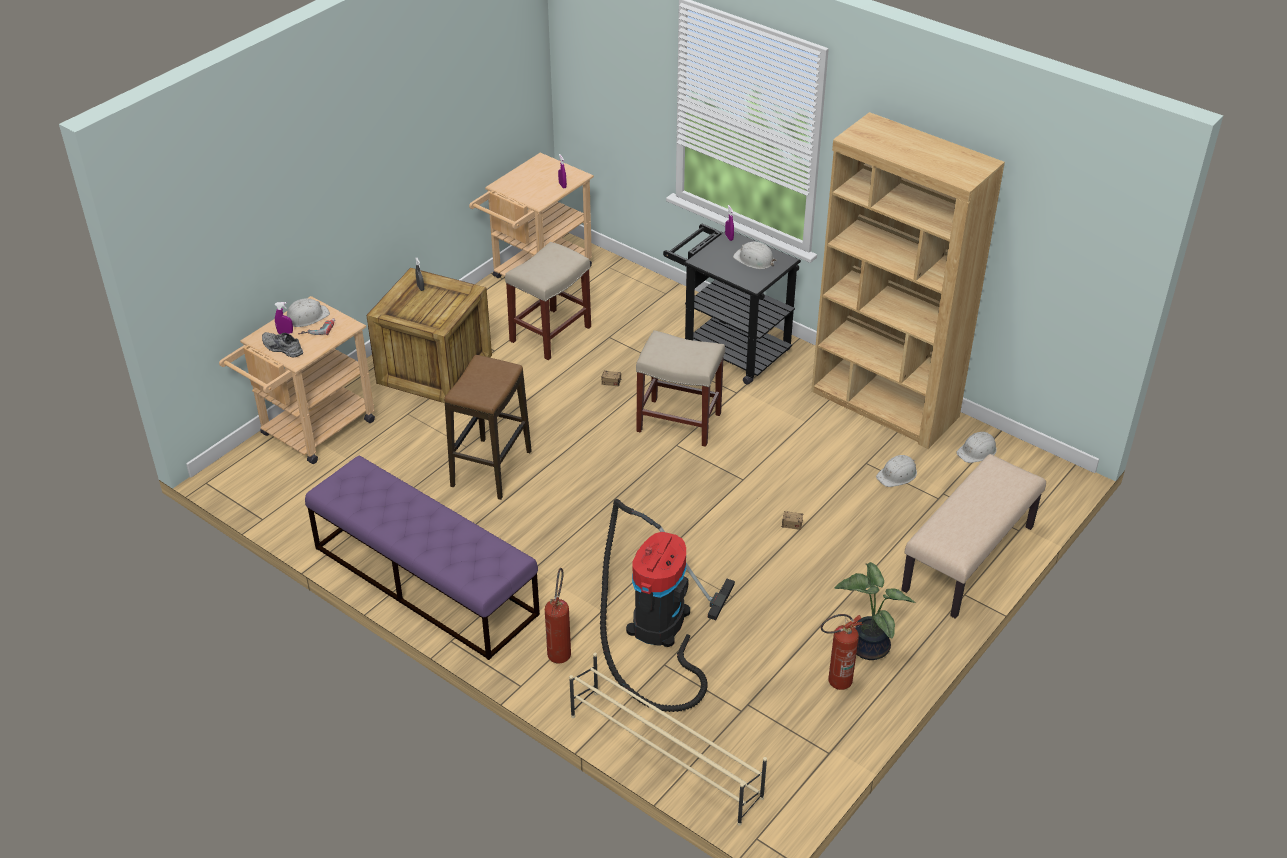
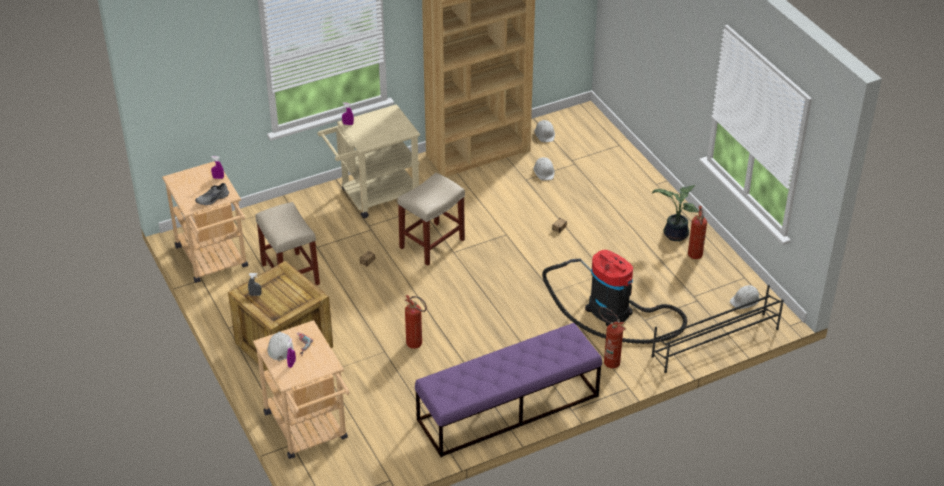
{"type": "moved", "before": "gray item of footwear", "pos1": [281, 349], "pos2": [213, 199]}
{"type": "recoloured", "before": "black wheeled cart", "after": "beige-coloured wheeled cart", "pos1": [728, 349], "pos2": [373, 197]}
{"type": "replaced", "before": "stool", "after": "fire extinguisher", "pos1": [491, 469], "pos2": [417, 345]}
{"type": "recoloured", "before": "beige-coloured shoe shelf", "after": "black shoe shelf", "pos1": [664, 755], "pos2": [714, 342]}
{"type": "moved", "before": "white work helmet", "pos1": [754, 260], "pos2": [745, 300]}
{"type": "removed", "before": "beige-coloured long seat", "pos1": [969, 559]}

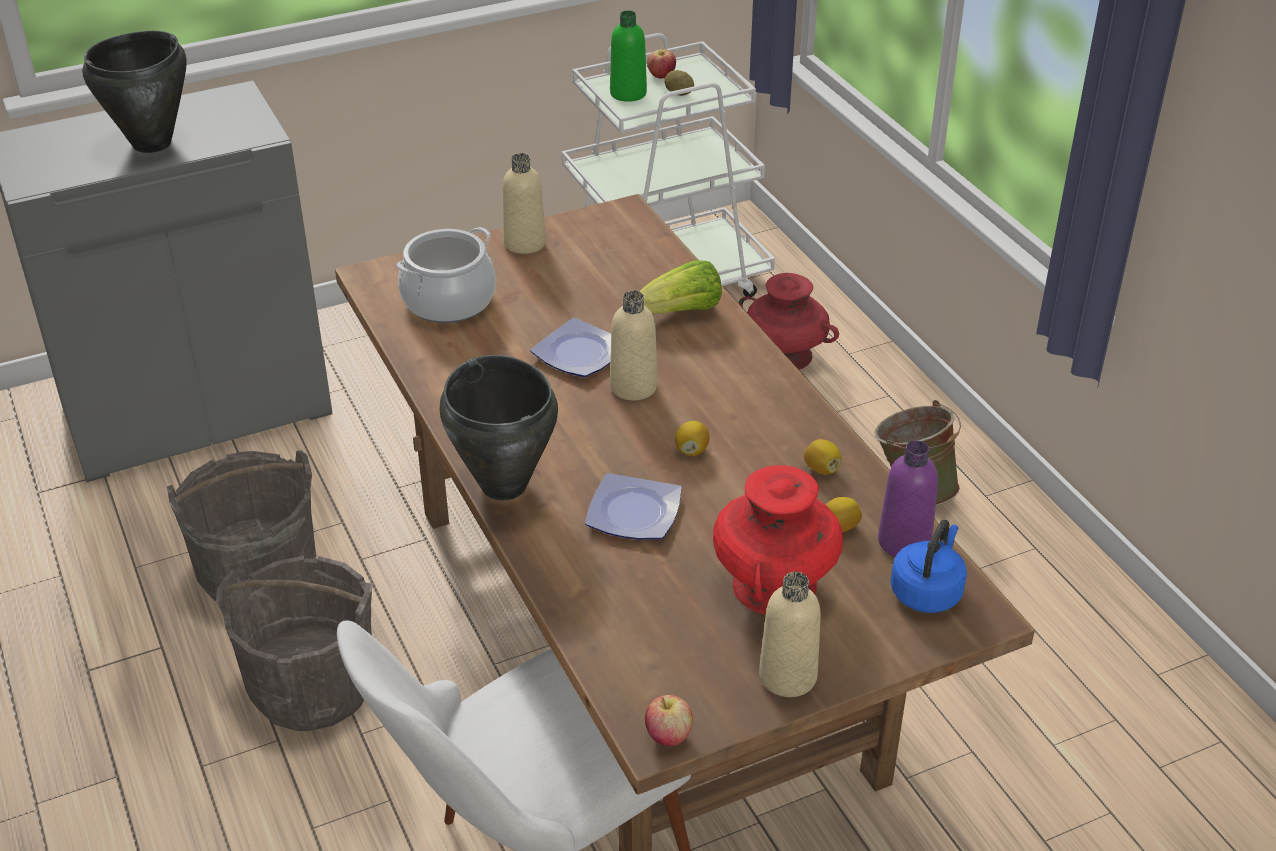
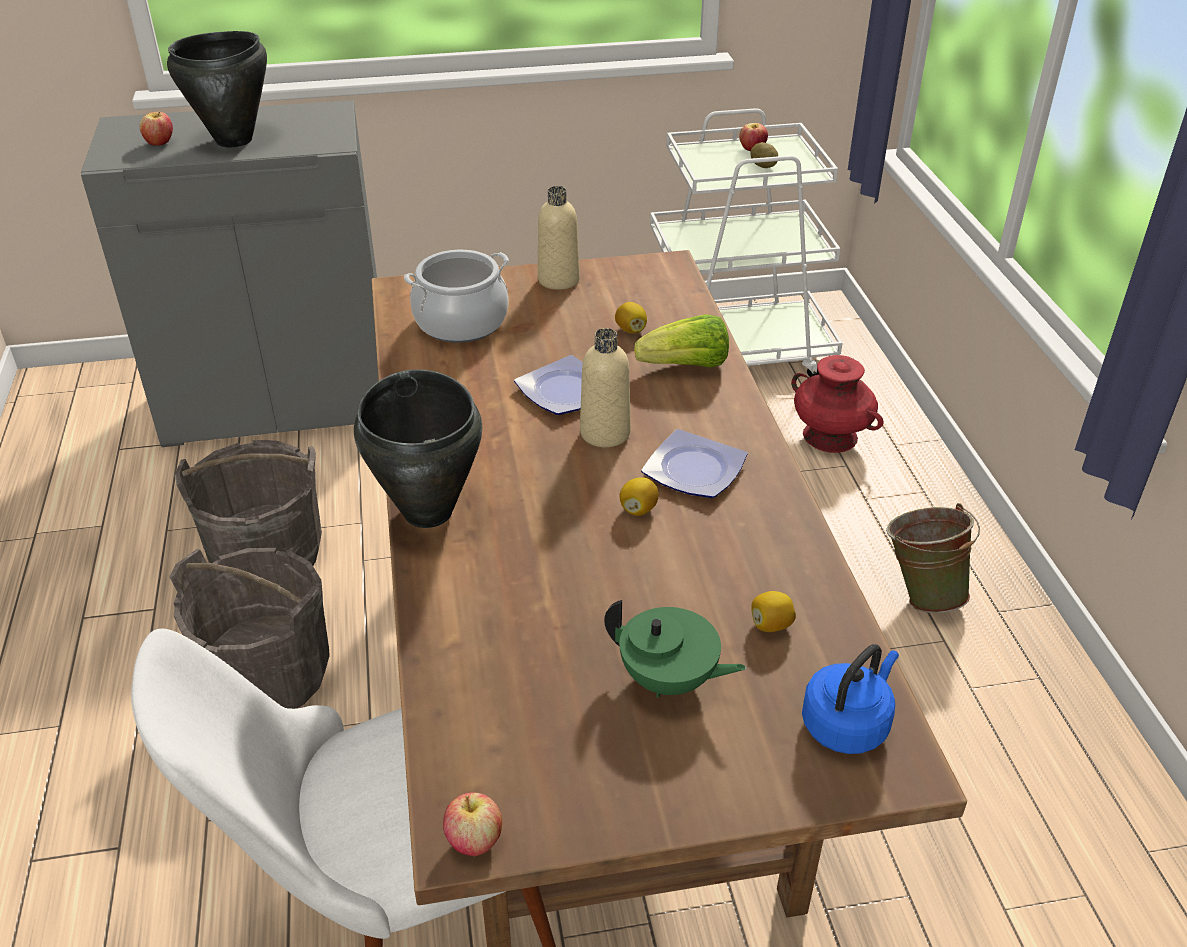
{"type": "added", "after": "apple", "pos2": [160, 143]}
{"type": "replaced", "before": "red-coloured vase", "after": "green pot for tea", "pos1": [774, 586], "pos2": [669, 680]}
{"type": "moved", "before": "lemon", "pos1": [821, 469], "pos2": [631, 330]}
{"type": "moved", "before": "flat dish", "pos1": [635, 512], "pos2": [696, 470]}
{"type": "removed", "before": "green bottle", "pos1": [628, 93]}
{"type": "removed", "before": "beige-coloured bottle", "pos1": [788, 676]}
{"type": "removed", "before": "purple-coloured bottle", "pos1": [904, 542]}

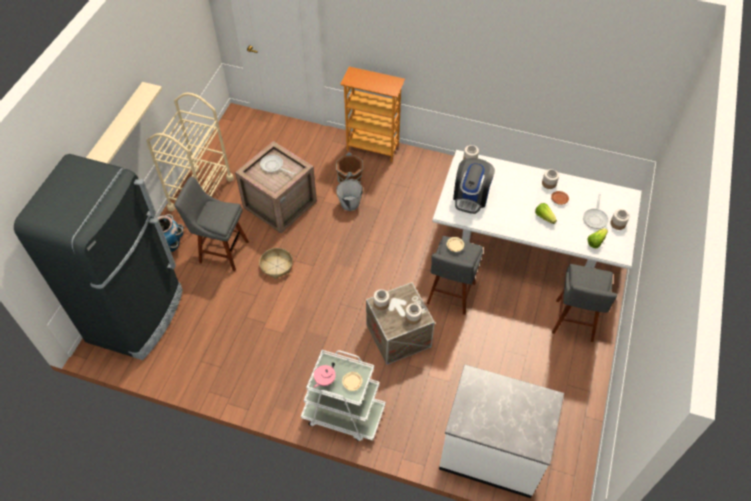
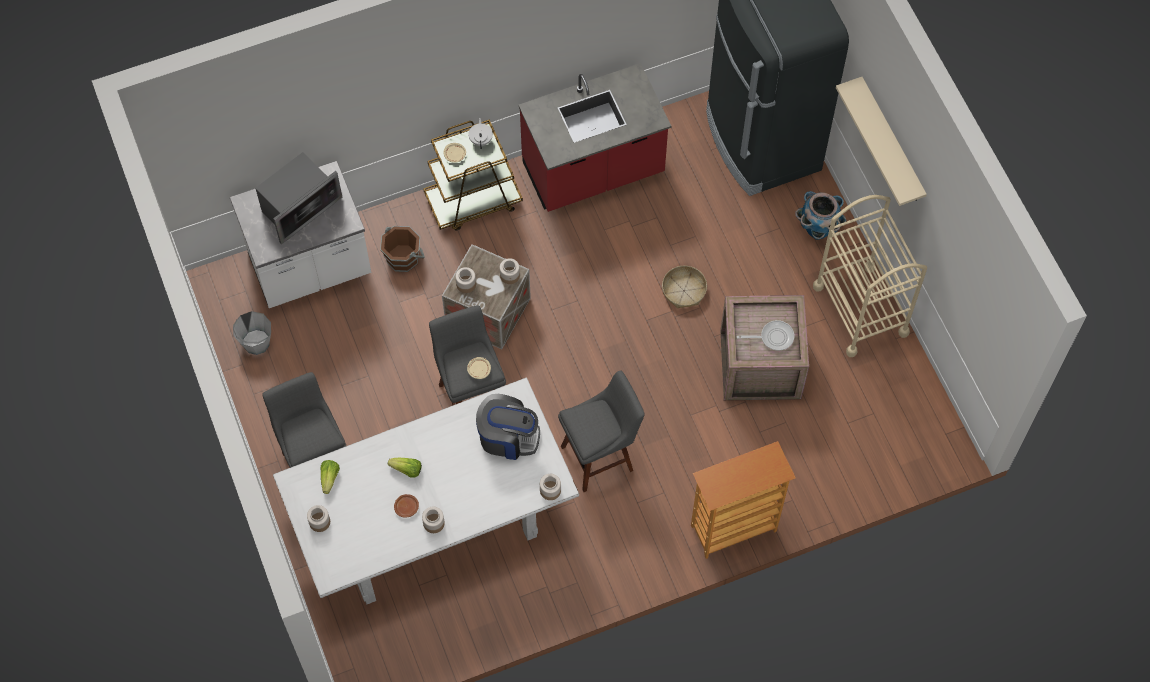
{"type": "moved", "before": "gray pail", "pos1": [350, 203], "pos2": [256, 342]}
{"type": "added", "after": "microwave", "pos2": [299, 207]}
{"type": "moved", "before": "brown pail", "pos1": [349, 179], "pos2": [403, 257]}
{"type": "recoloured", "before": "white wheeled cart", "after": "brown wheeled cart", "pos1": [343, 414], "pos2": [474, 201]}
{"type": "recoloured", "before": "pinkish pot for tea", "after": "white pot for tea", "pos1": [324, 380], "pos2": [481, 140]}
{"type": "turned", "before": "coffee maker", "pos1": [471, 196], "pos2": [507, 437], "turn": 120}
{"type": "added", "after": "red-coloured counter", "pos2": [593, 171]}
{"type": "moved", "before": "gray stool", "pos1": [221, 251], "pos2": [600, 457]}
{"type": "removed", "before": "pan", "pos1": [595, 218]}

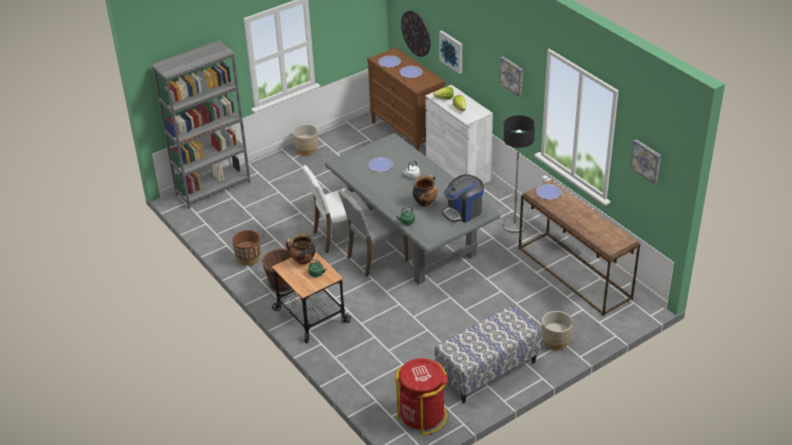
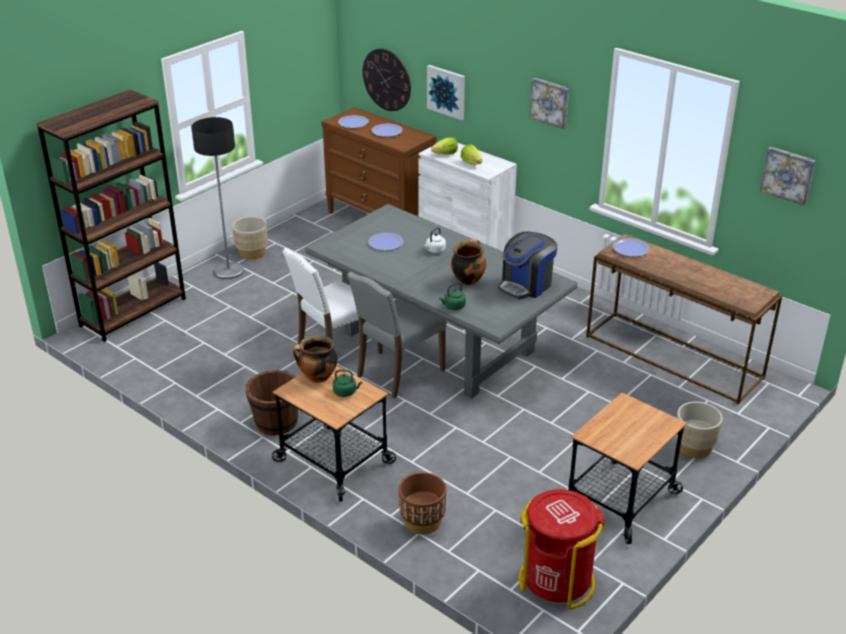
{"type": "recoloured", "before": "gray bookcase", "after": "brown bookcase", "pos1": [213, 188], "pos2": [133, 312]}
{"type": "moved", "before": "standard lamp", "pos1": [514, 225], "pos2": [229, 271]}
{"type": "moved", "before": "brown flower pot", "pos1": [249, 258], "pos2": [422, 521]}
{"type": "replaced", "before": "long seat", "after": "wheeled cart", "pos1": [487, 371], "pos2": [621, 500]}

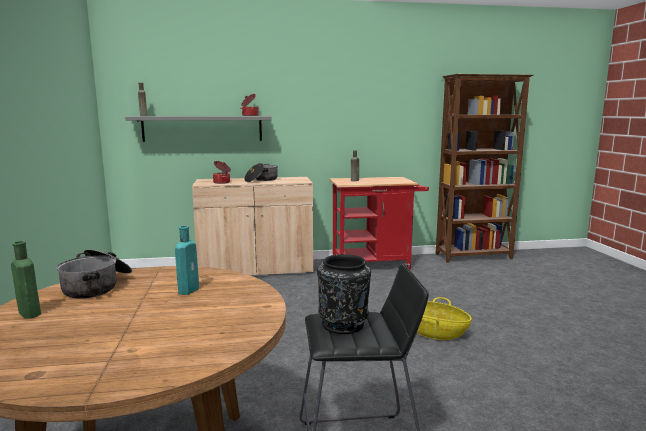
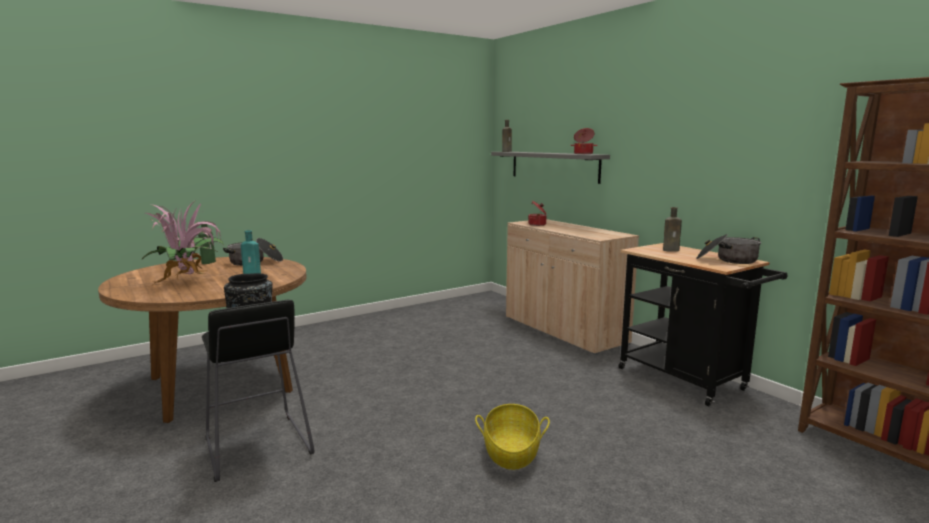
{"type": "added", "after": "potted plant", "pos2": [188, 282]}
{"type": "recoloured", "before": "red-coloured wheeled cart", "after": "black wheeled cart", "pos1": [375, 264], "pos2": [688, 381]}
{"type": "moved", "before": "stockpot", "pos1": [261, 180], "pos2": [727, 260]}

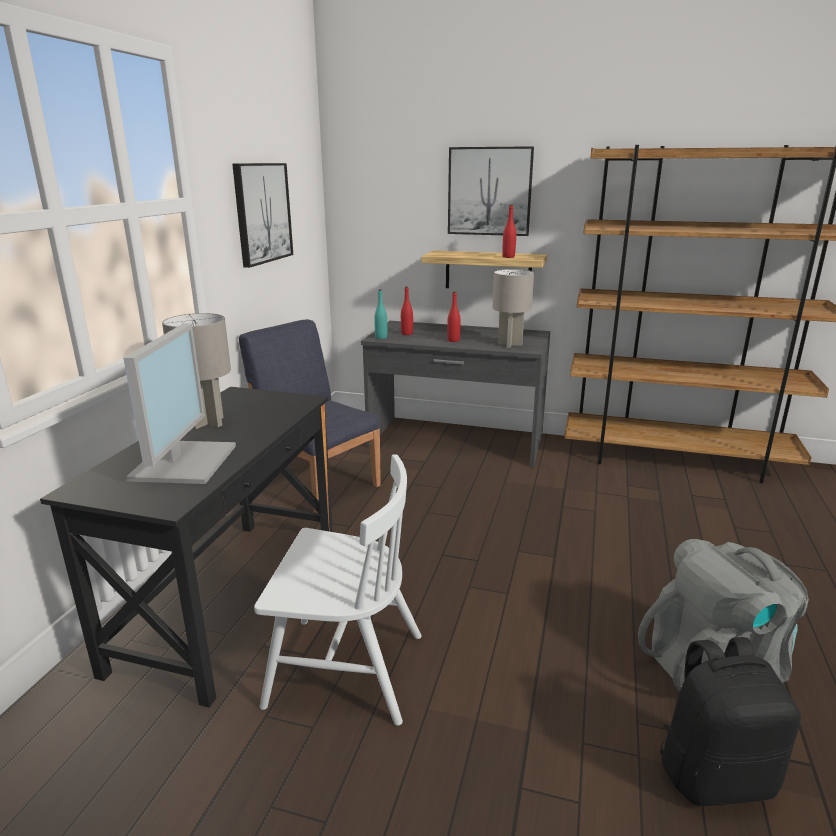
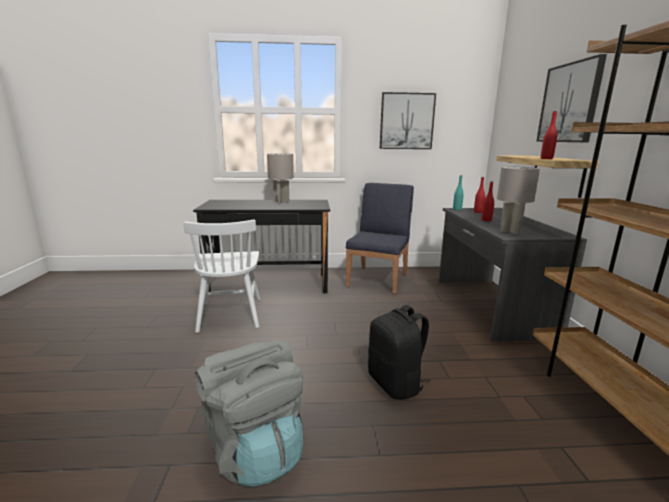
{"type": "moved", "before": "black backpack", "pos1": [714, 774], "pos2": [396, 384]}
{"type": "removed", "before": "computer screen", "pos1": [183, 461]}

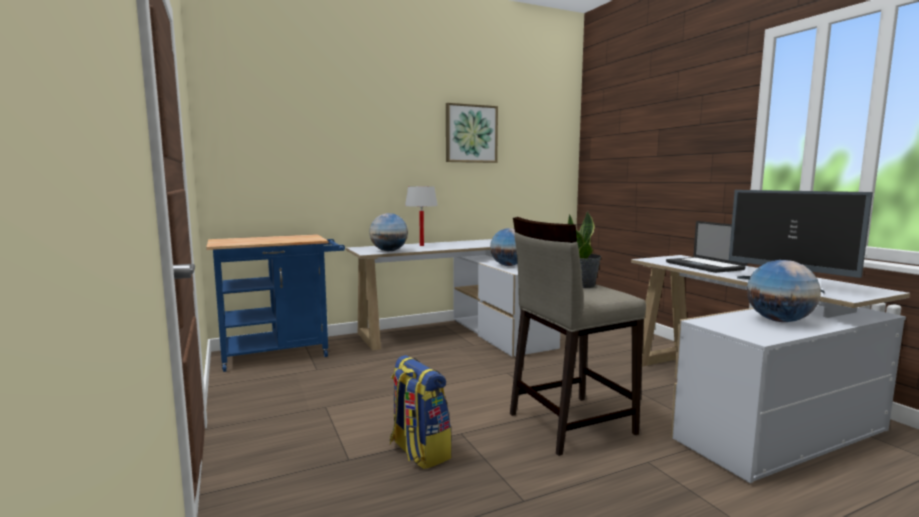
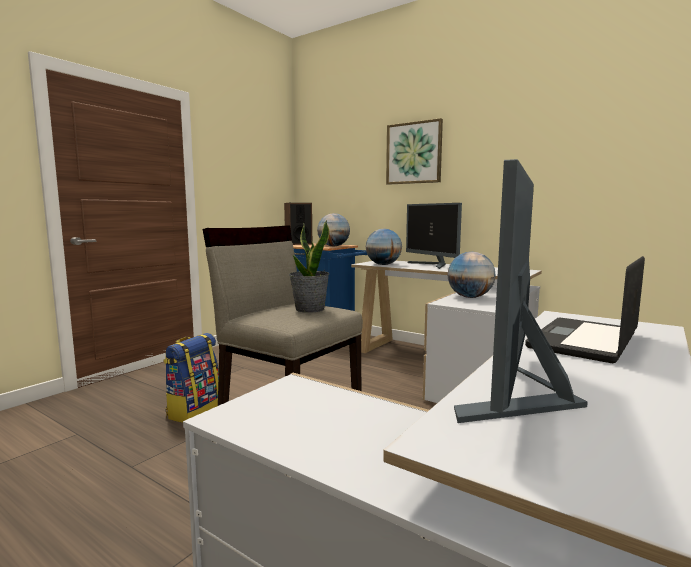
{"type": "added", "after": "audio speaker", "pos2": [298, 244]}
{"type": "moved", "before": "desk globe", "pos1": [779, 320], "pos2": [333, 246]}
{"type": "moved", "before": "picture", "pos1": [471, 133], "pos2": [414, 153]}
{"type": "replaced", "before": "white table lamp", "after": "computer screen", "pos1": [422, 245], "pos2": [432, 265]}

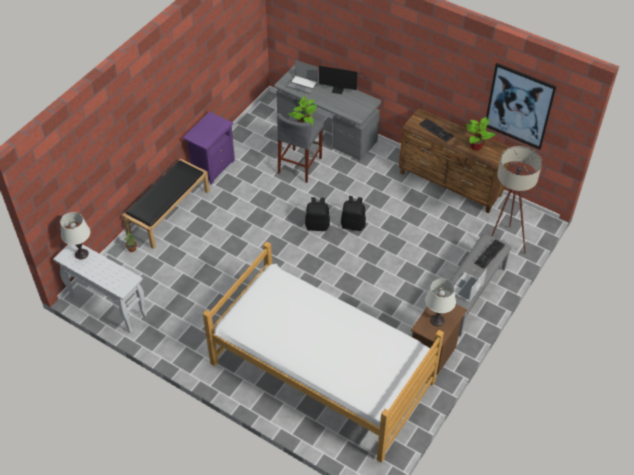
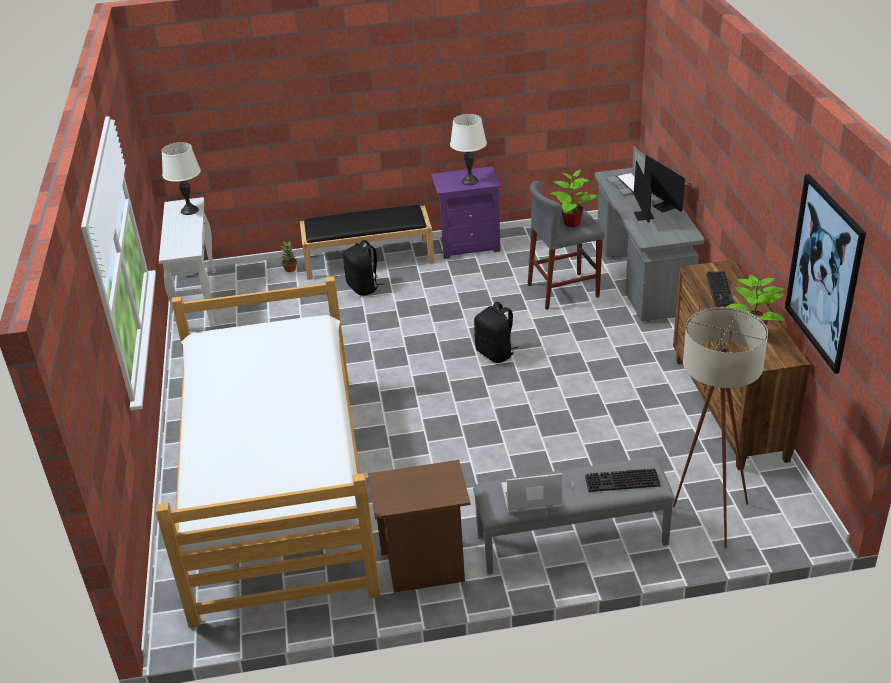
{"type": "moved", "before": "black backpack", "pos1": [353, 224], "pos2": [363, 288]}
{"type": "moved", "before": "white table lamp", "pos1": [437, 320], "pos2": [470, 181]}
{"type": "added", "after": "computer screen", "pos2": [643, 217]}

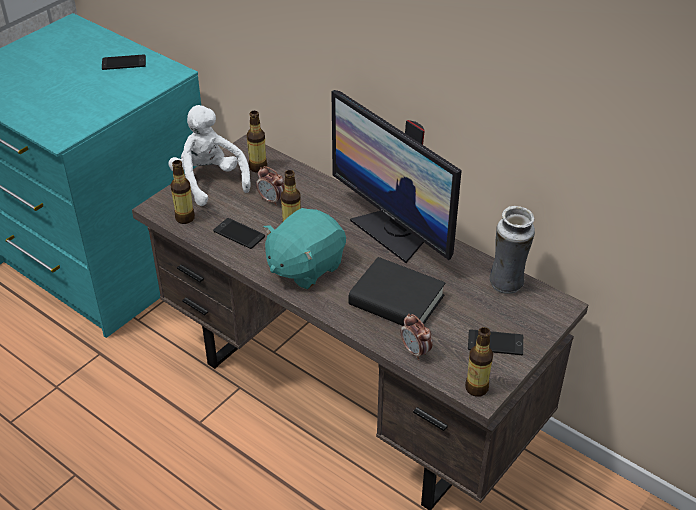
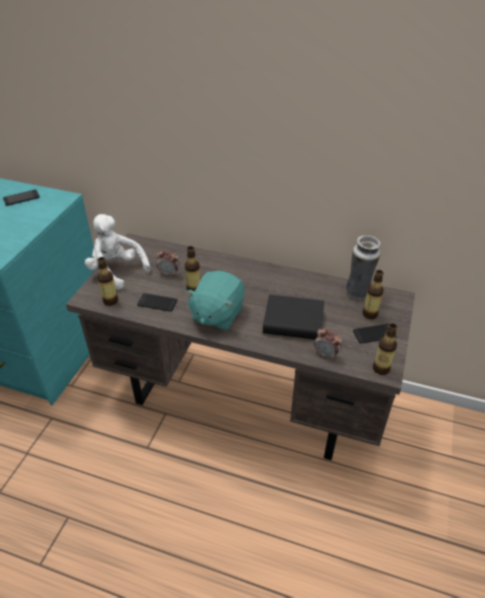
{"type": "moved", "before": "bottle", "pos1": [258, 167], "pos2": [370, 314]}
{"type": "removed", "before": "computer screen", "pos1": [393, 232]}

